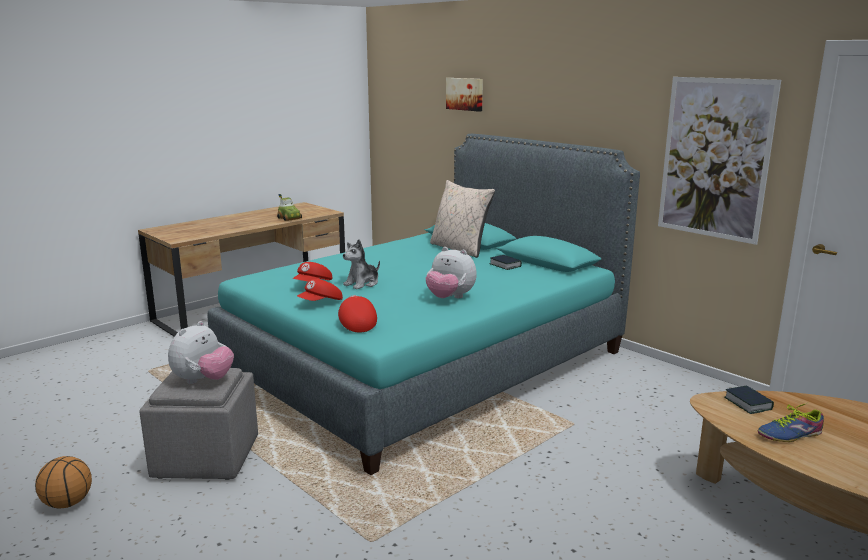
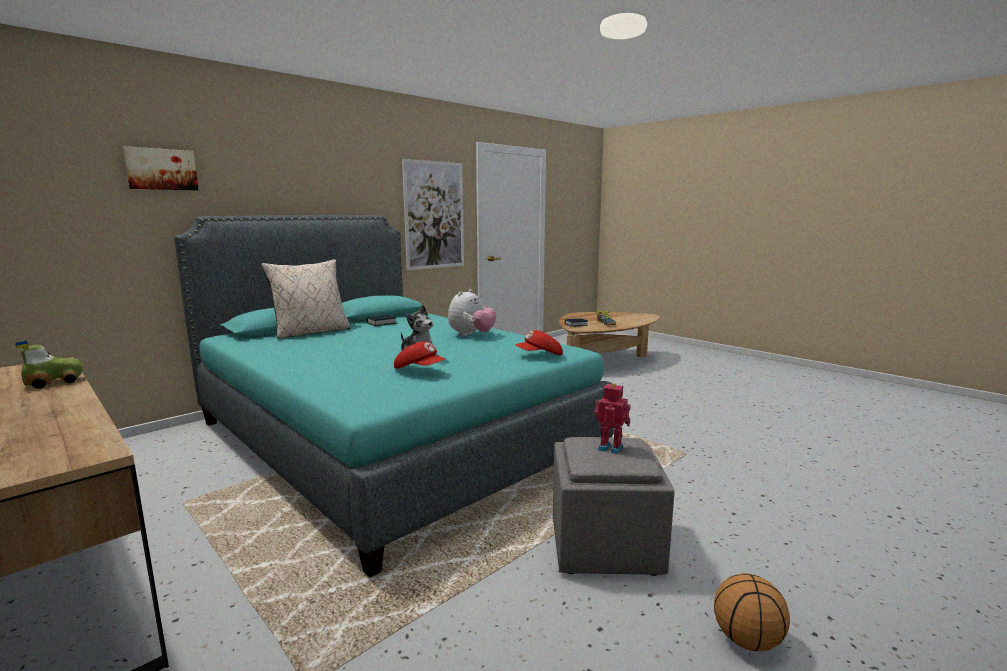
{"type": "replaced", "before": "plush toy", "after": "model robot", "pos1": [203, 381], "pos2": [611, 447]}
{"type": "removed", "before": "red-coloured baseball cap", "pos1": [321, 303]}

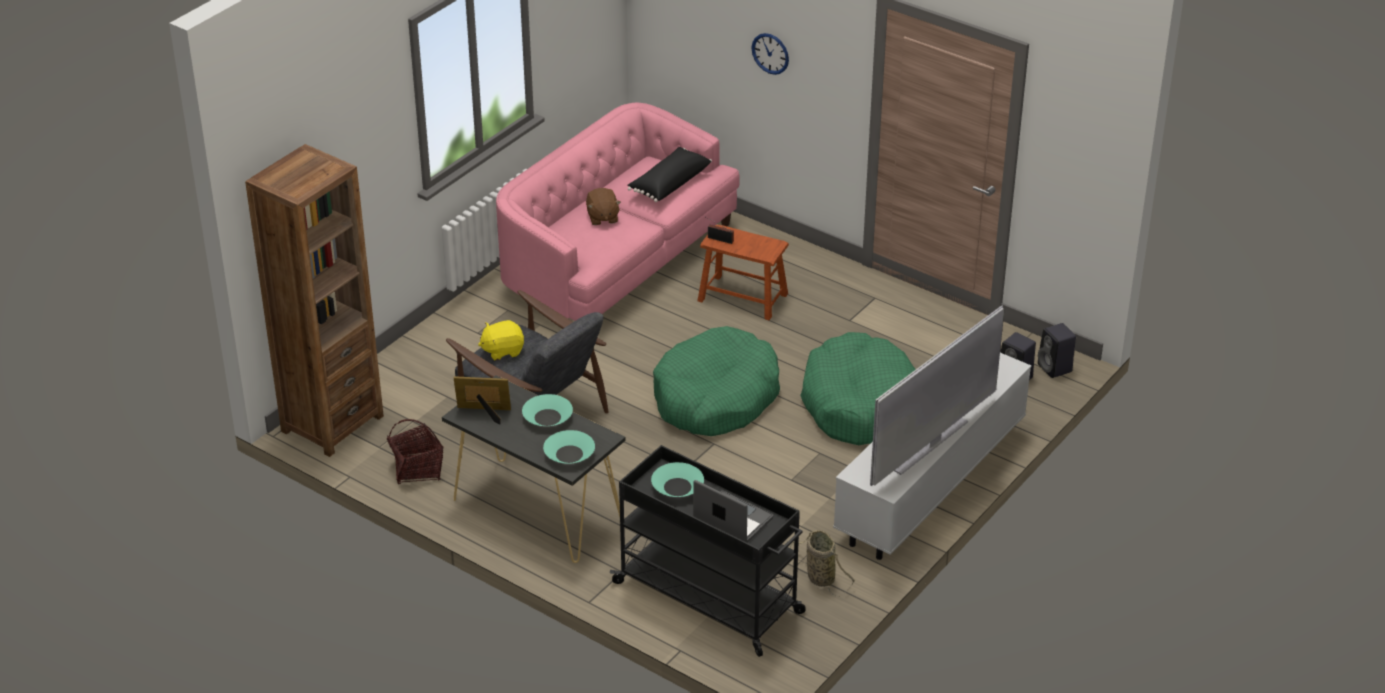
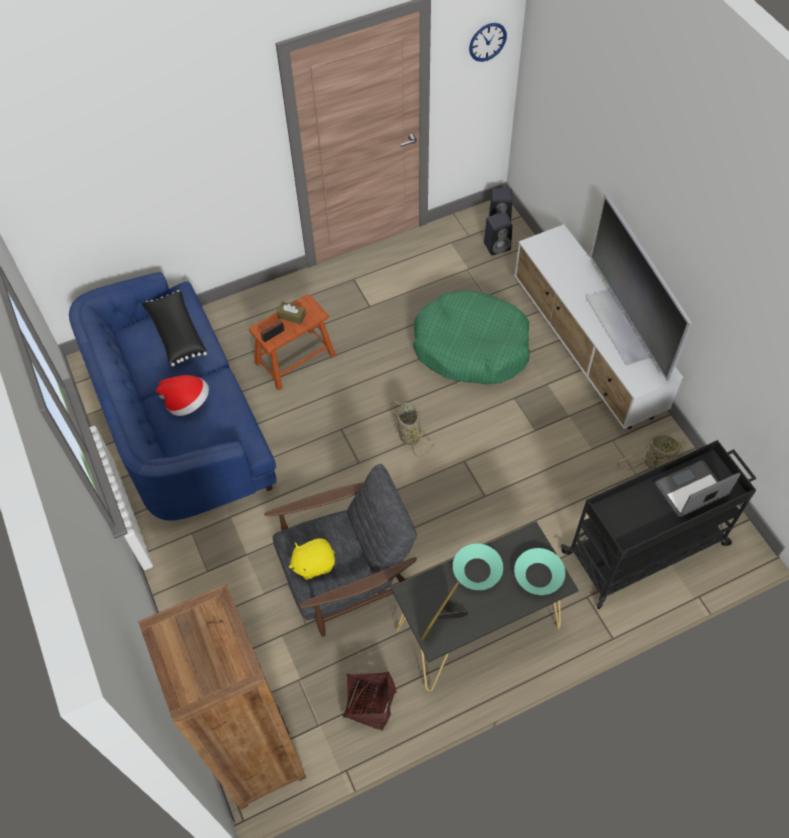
{"type": "recoloured", "before": "pinkish sofa", "after": "blue sofa", "pos1": [616, 260], "pos2": [183, 422]}
{"type": "replaced", "before": "brown plush toy", "after": "wearable hat", "pos1": [602, 217], "pos2": [187, 403]}
{"type": "added", "after": "brown tissue box", "pos2": [292, 316]}
{"type": "turned", "before": "yellow plush toy", "pos1": [502, 350], "pos2": [314, 564], "turn": 60}
{"type": "replaced", "before": "green dog cushion", "after": "storage basket", "pos1": [715, 398], "pos2": [408, 434]}
{"type": "moved", "before": "clock on the wall", "pos1": [770, 53], "pos2": [487, 42]}
{"type": "removed", "before": "turquoise-coloured deep dish", "pos1": [677, 486]}

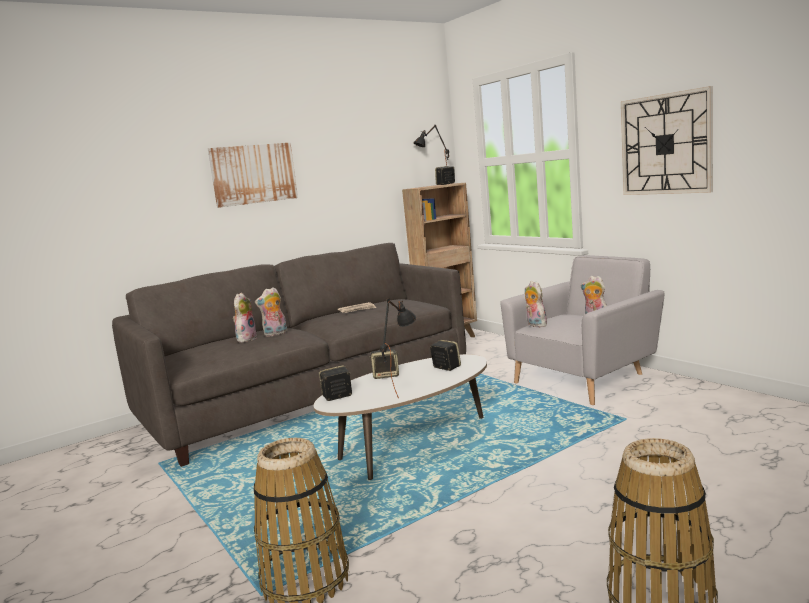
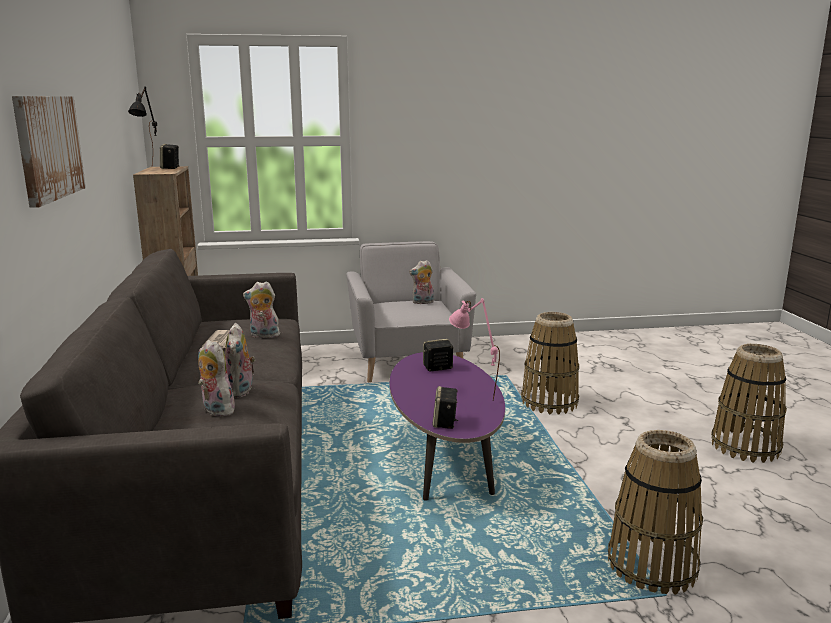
{"type": "moved", "before": "plush toy", "pos1": [535, 325], "pos2": [263, 336]}
{"type": "recoloured", "before": "white low table", "after": "purple-coloured low table", "pos1": [412, 446], "pos2": [443, 458]}
{"type": "recoloured", "before": "black table lamp", "after": "pinkish table lamp", "pos1": [402, 390], "pos2": [472, 394]}
{"type": "added", "after": "storage basket", "pos2": [549, 402]}
{"type": "removed", "before": "audio speaker", "pos1": [386, 375]}
{"type": "removed", "before": "clock on the wall", "pos1": [666, 144]}

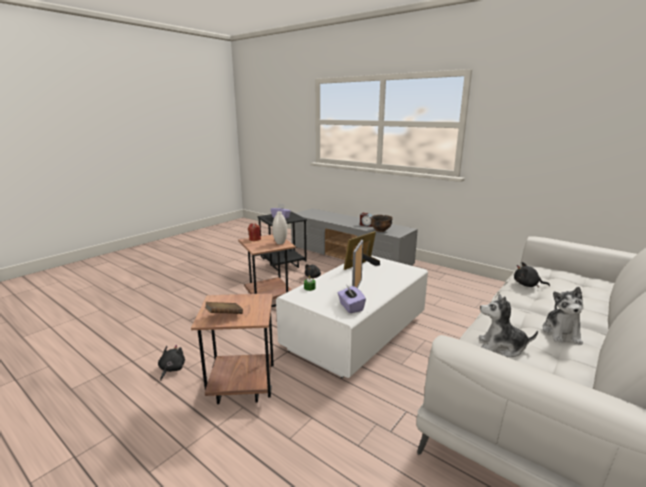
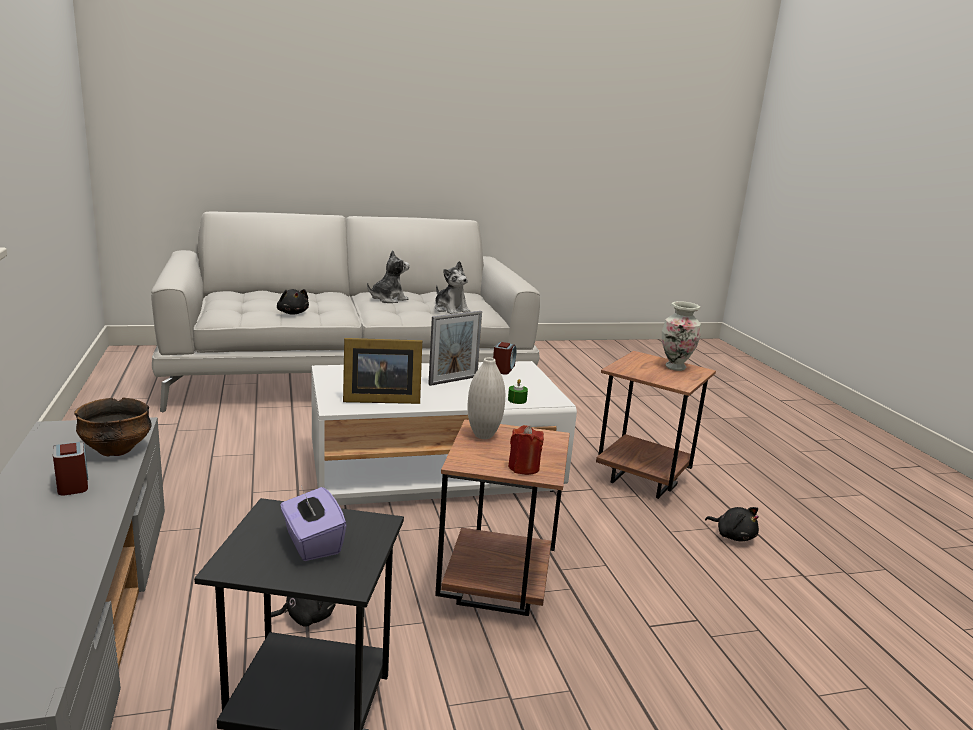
{"type": "replaced", "before": "purple-coloured tissue box", "after": "alarm clock", "pos1": [350, 307], "pos2": [503, 369]}
{"type": "replaced", "before": "brown book", "after": "vase", "pos1": [224, 316], "pos2": [675, 367]}
{"type": "turned", "before": "black plush toy", "pos1": [171, 369], "pos2": [733, 536], "turn": -90}

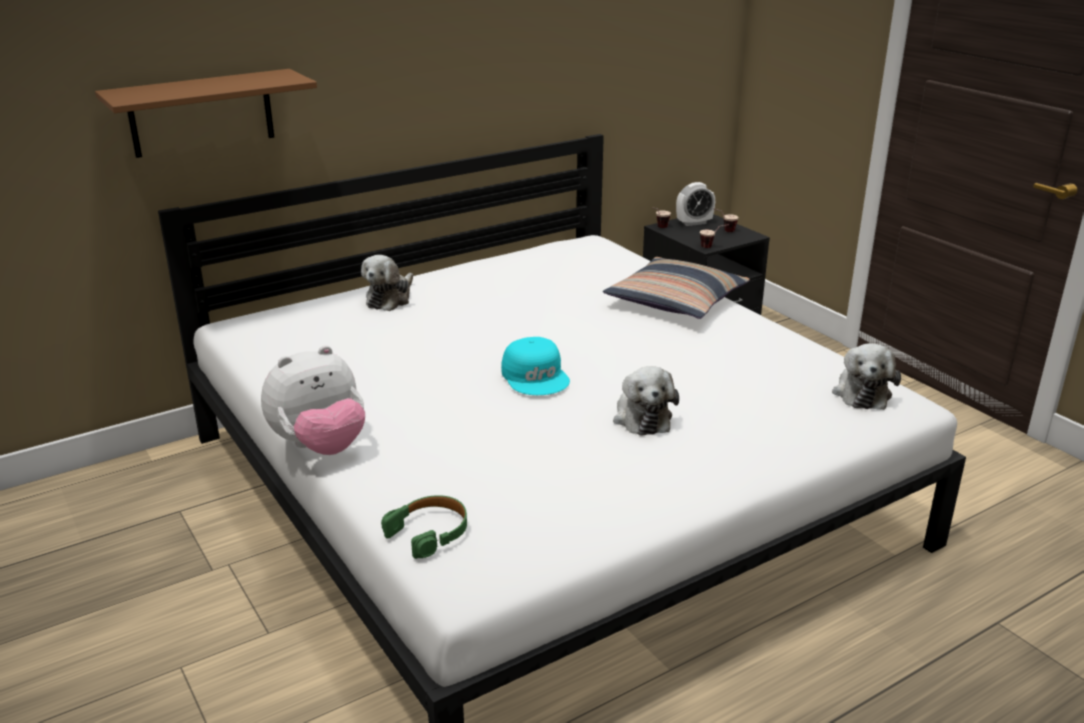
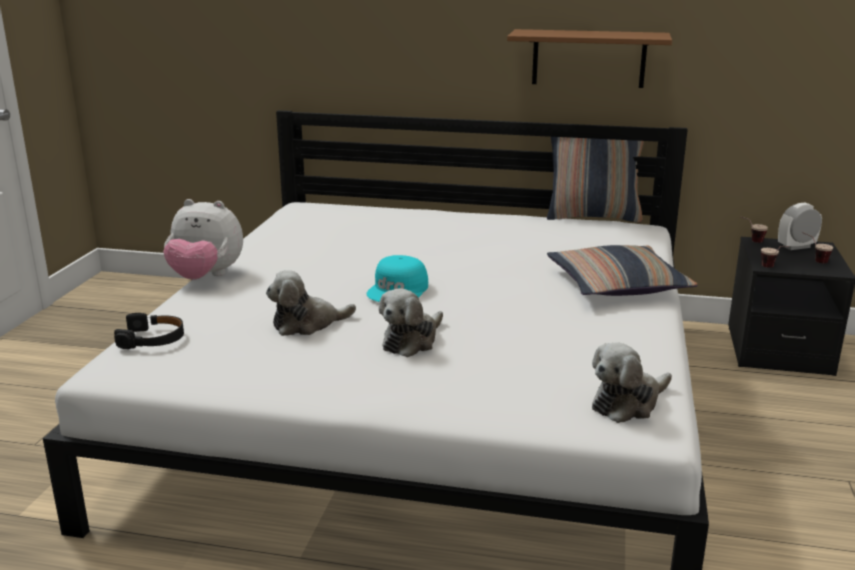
{"type": "recoloured", "before": "green pair of headphones", "after": "black pair of headphones", "pos1": [429, 532], "pos2": [152, 339]}
{"type": "moved", "before": "plush toy", "pos1": [390, 299], "pos2": [307, 324]}
{"type": "moved", "before": "brown shelf", "pos1": [201, 113], "pos2": [588, 58]}
{"type": "added", "after": "throw pillow", "pos2": [593, 217]}
{"type": "turned", "before": "alarm clock", "pos1": [694, 223], "pos2": [796, 247], "turn": 135}

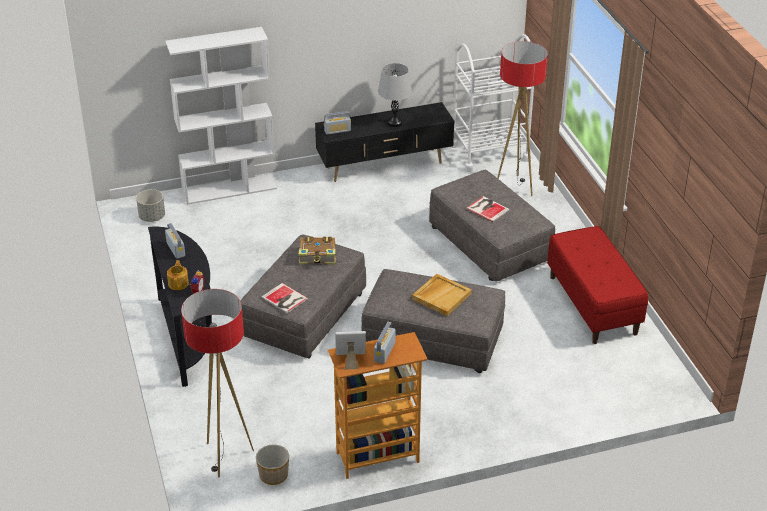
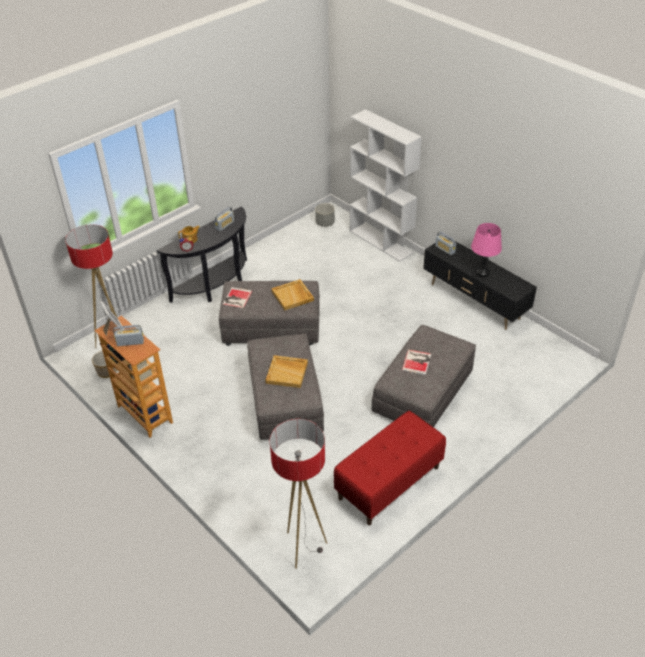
{"type": "moved", "before": "standard lamp", "pos1": [514, 187], "pos2": [303, 548]}
{"type": "replaced", "before": "book", "after": "beige-coloured carrying tray", "pos1": [318, 256], "pos2": [293, 296]}
{"type": "recoloured", "before": "gray table lamp", "after": "pinkish table lamp", "pos1": [394, 123], "pos2": [482, 272]}
{"type": "removed", "before": "white wheeled cart", "pos1": [489, 152]}

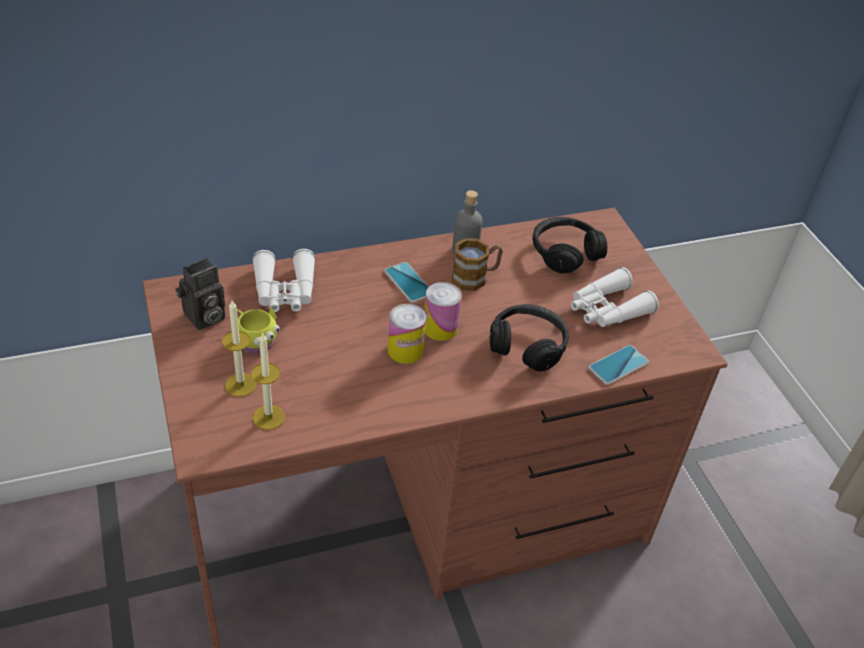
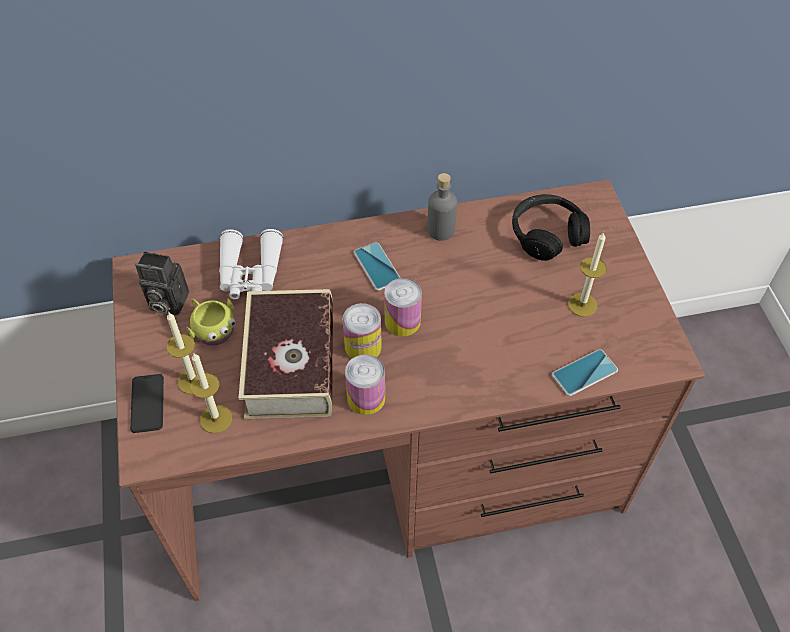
{"type": "added", "after": "phone", "pos2": [147, 403]}
{"type": "turned", "before": "still camera", "pos1": [204, 318], "pos2": [166, 302], "turn": 45}
{"type": "added", "after": "book", "pos2": [291, 363]}
{"type": "added", "after": "metal can", "pos2": [366, 398]}
{"type": "replaced", "before": "white field glasses", "after": "wax candle", "pos1": [607, 309], "pos2": [582, 304]}
{"type": "removed", "before": "mug", "pos1": [475, 277]}
{"type": "removed", "before": "black pair of headphones", "pos1": [527, 345]}

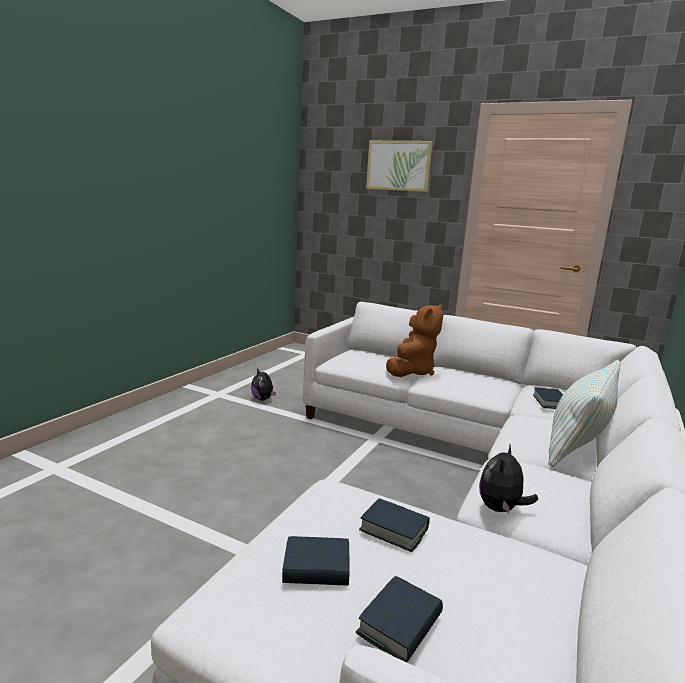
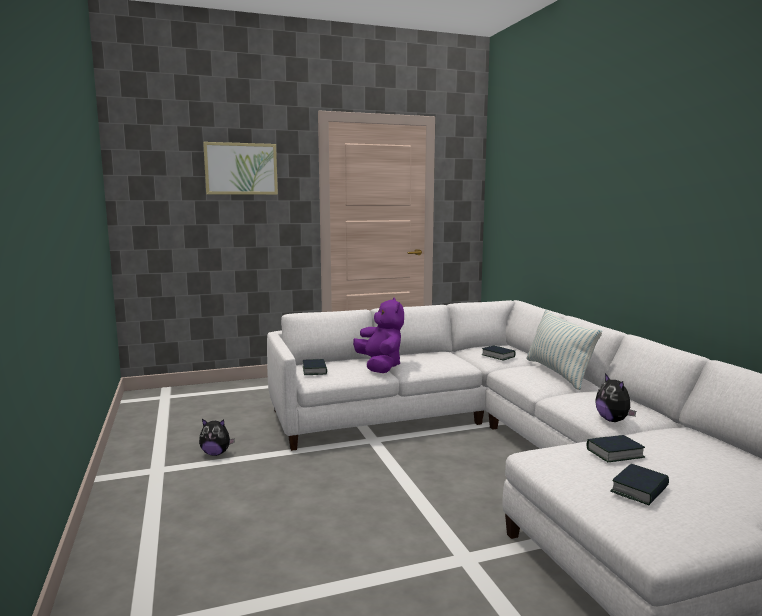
{"type": "moved", "before": "book", "pos1": [400, 625], "pos2": [314, 370]}
{"type": "recoloured", "before": "brown plush toy", "after": "purple-coloured plush toy", "pos1": [411, 371], "pos2": [380, 366]}

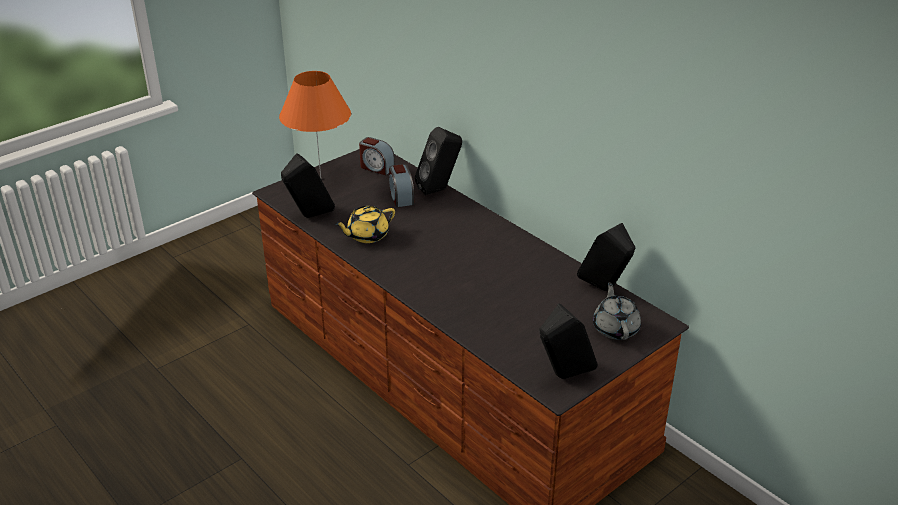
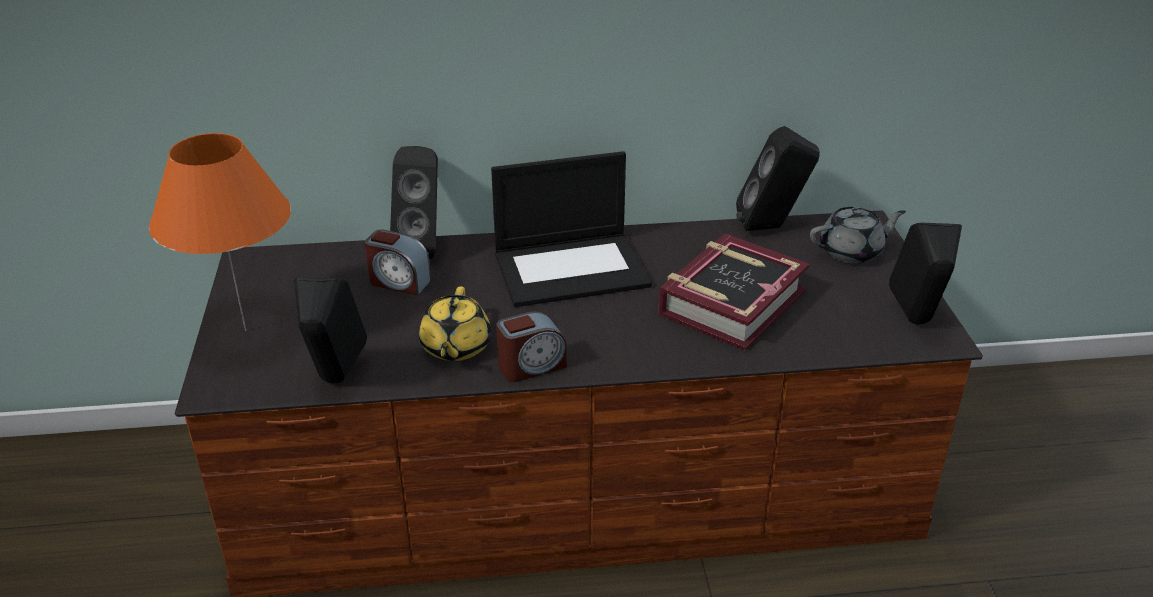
{"type": "added", "after": "laptop", "pos2": [572, 268]}
{"type": "moved", "before": "alarm clock", "pos1": [376, 167], "pos2": [531, 366]}
{"type": "added", "after": "book", "pos2": [731, 302]}
{"type": "turned", "before": "gray pot for tea", "pos1": [615, 328], "pos2": [852, 252], "turn": 135}

